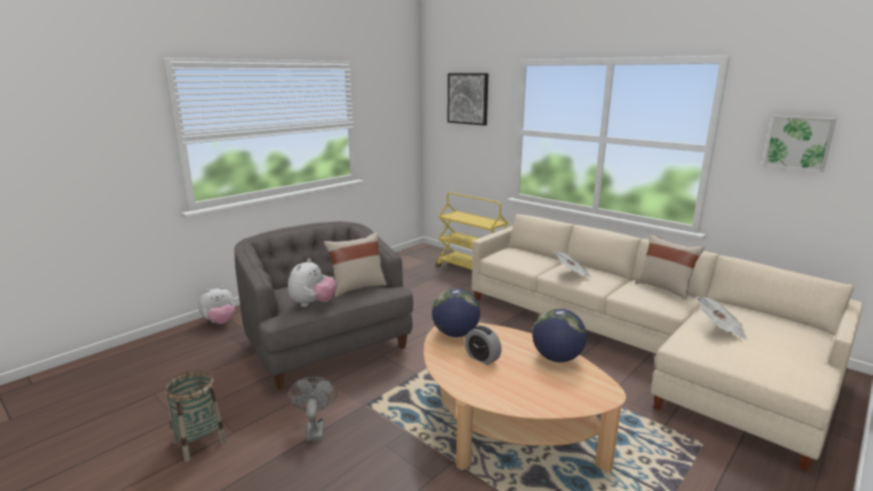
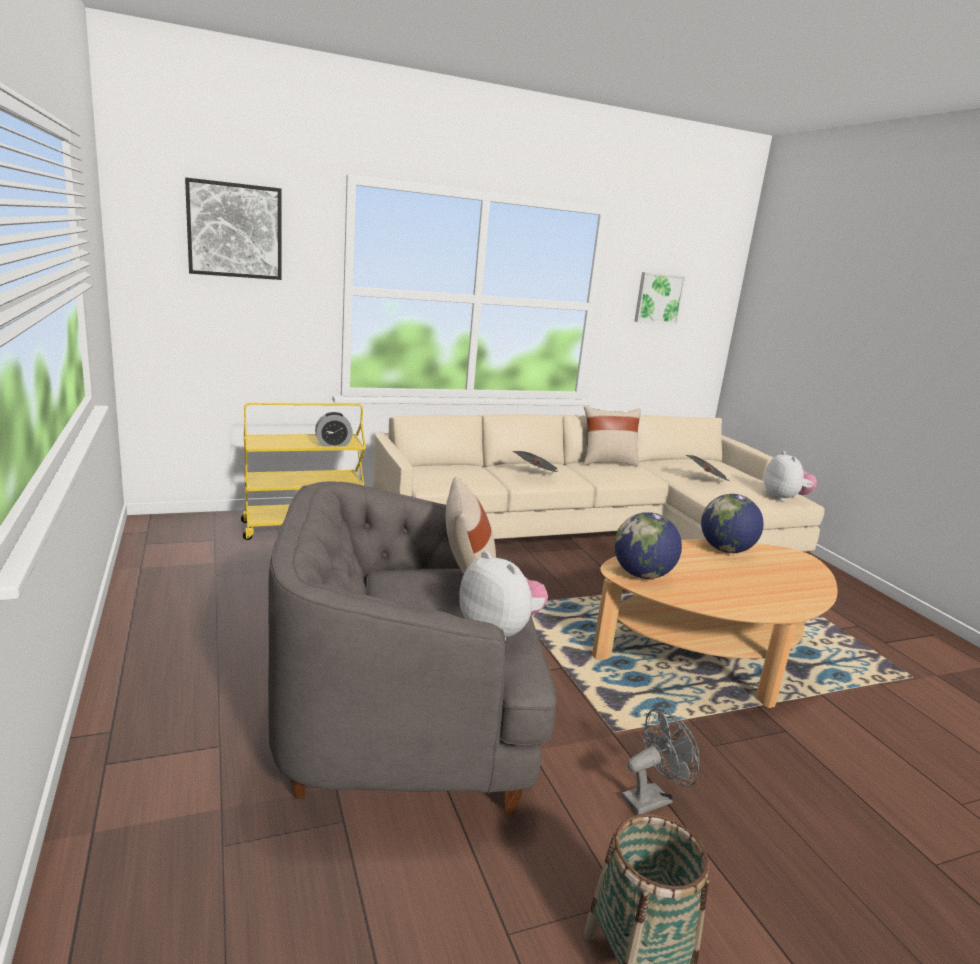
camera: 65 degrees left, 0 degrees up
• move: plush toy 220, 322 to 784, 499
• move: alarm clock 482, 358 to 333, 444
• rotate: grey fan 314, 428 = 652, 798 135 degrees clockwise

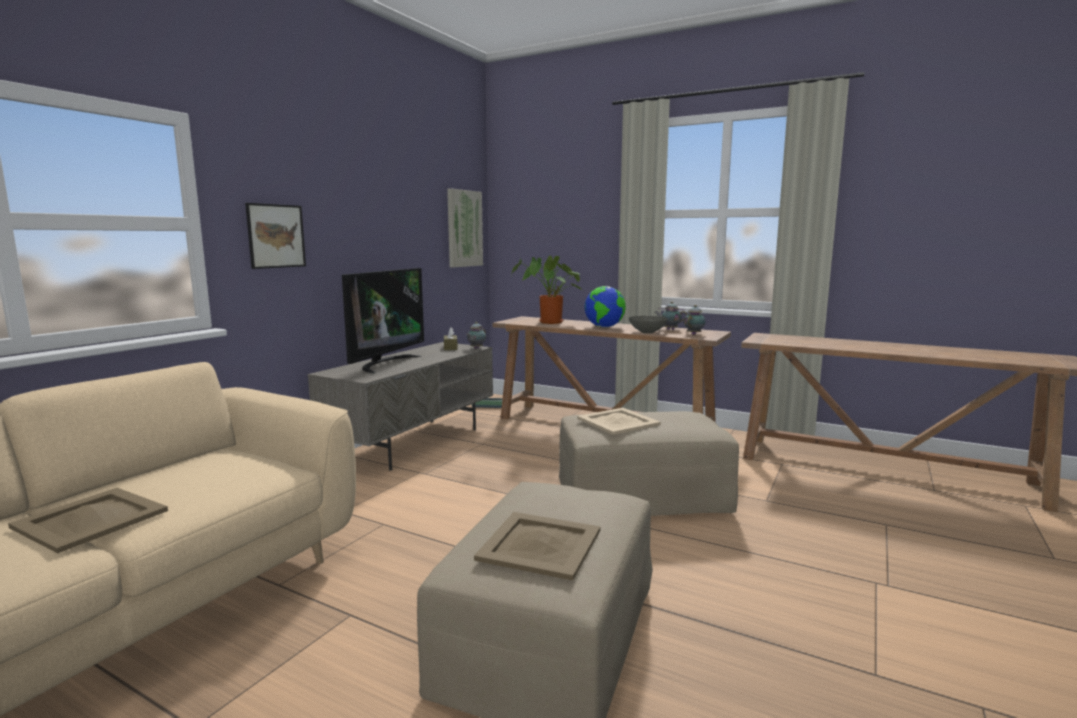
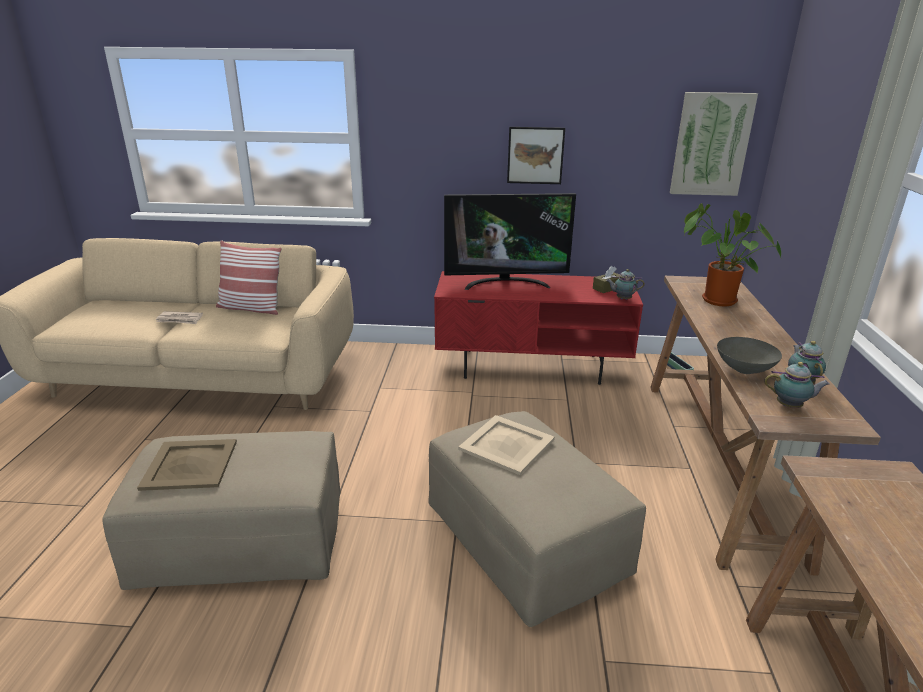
camera: 65 degrees right, 15 degrees up
• move: picture 276, 236 to 535, 155
• delete: globe 604, 327
• recolor: grey tv stand 413, 442 to red tv stand 532, 366
• replace: beige tray 91, 518 to newspaper 180, 319
• insert: pillow 251, 308

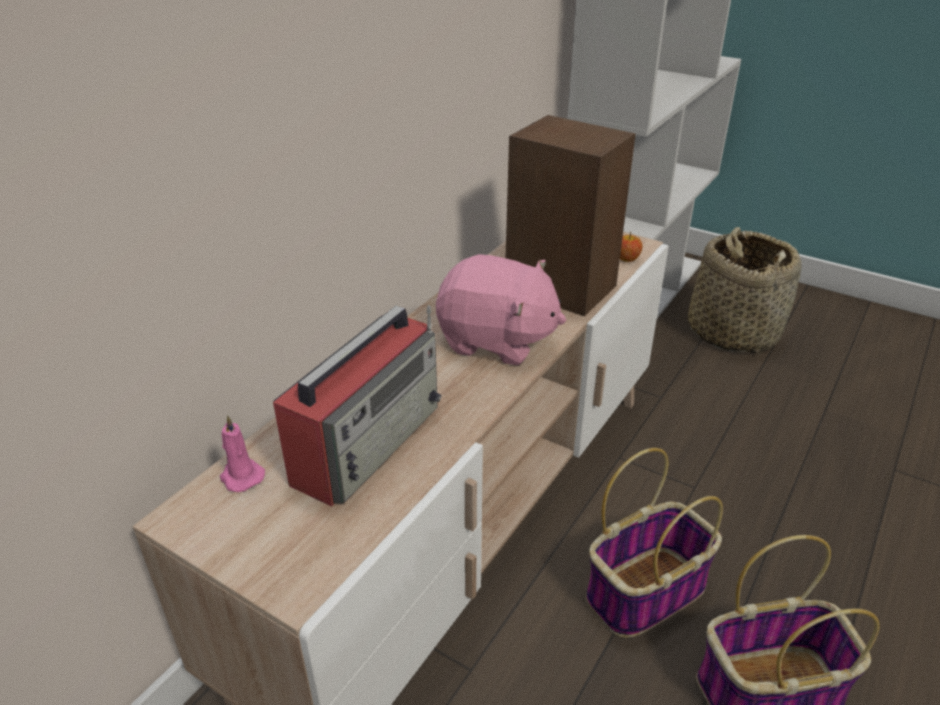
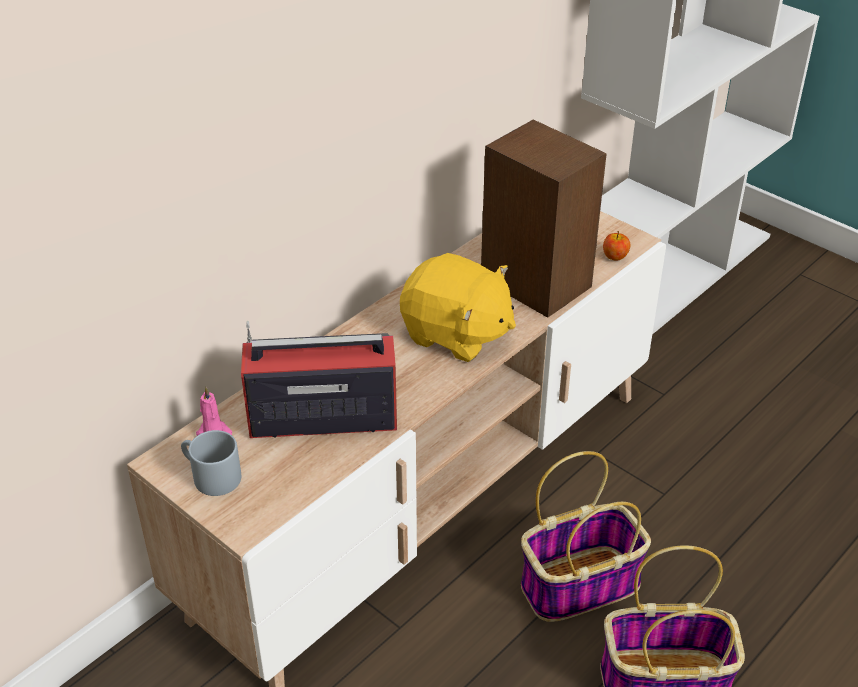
camera: 10 degrees right, 5 degrees up
• delete: basket 732, 331
• recolor: pink plush toy 496, 341 to yellow plush toy 456, 334
• rotate: radio 369, 441 = 321, 418 135 degrees counterclockwise
• insert: grey mug 210, 476

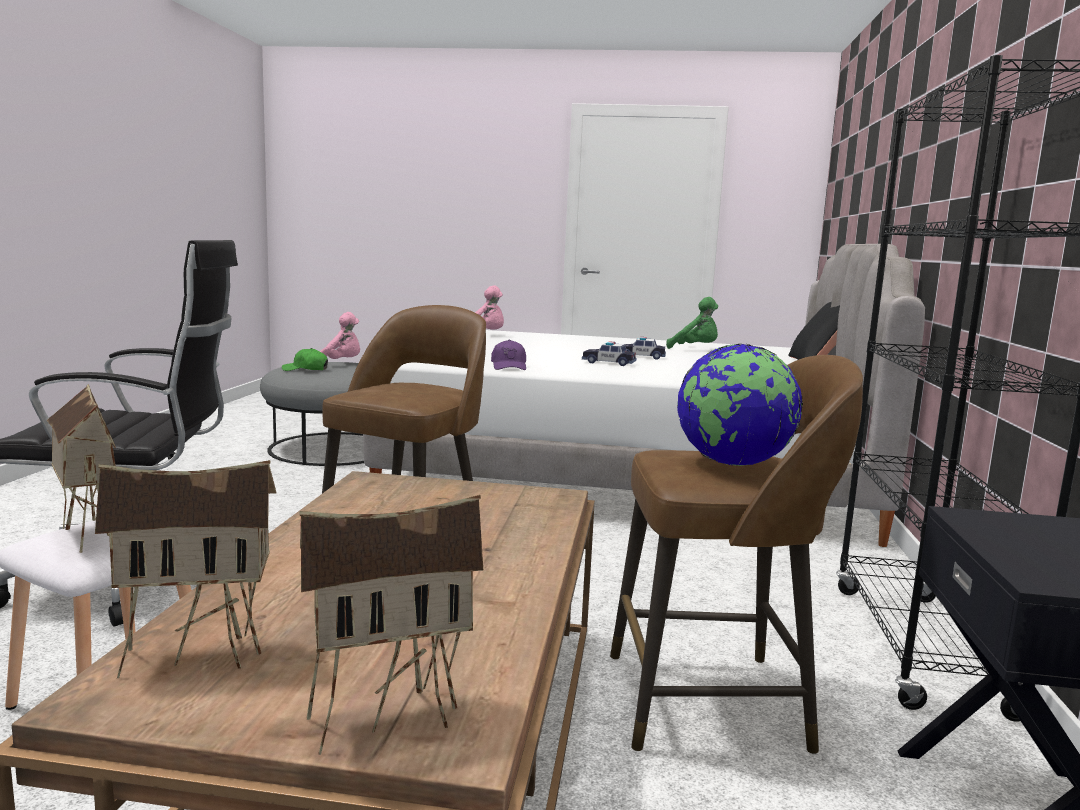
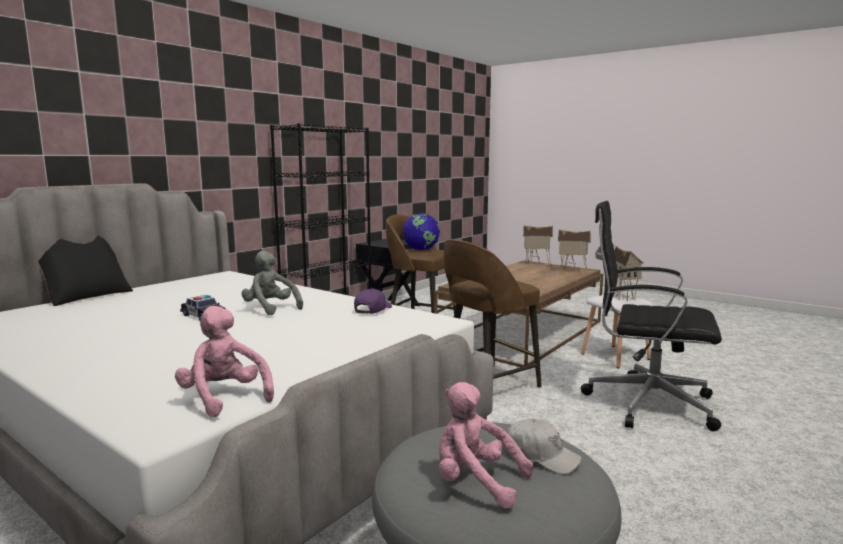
camera: 150 degrees left, 0 degrees up
• delete: green plush toy 695, 349
• replace: toy car 608, 363 to grey plush toy 270, 309
• recolor: green cap 305, 369 to white cap 541, 456

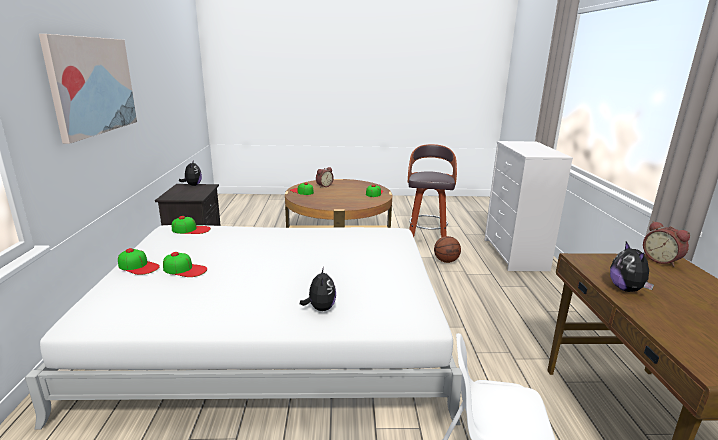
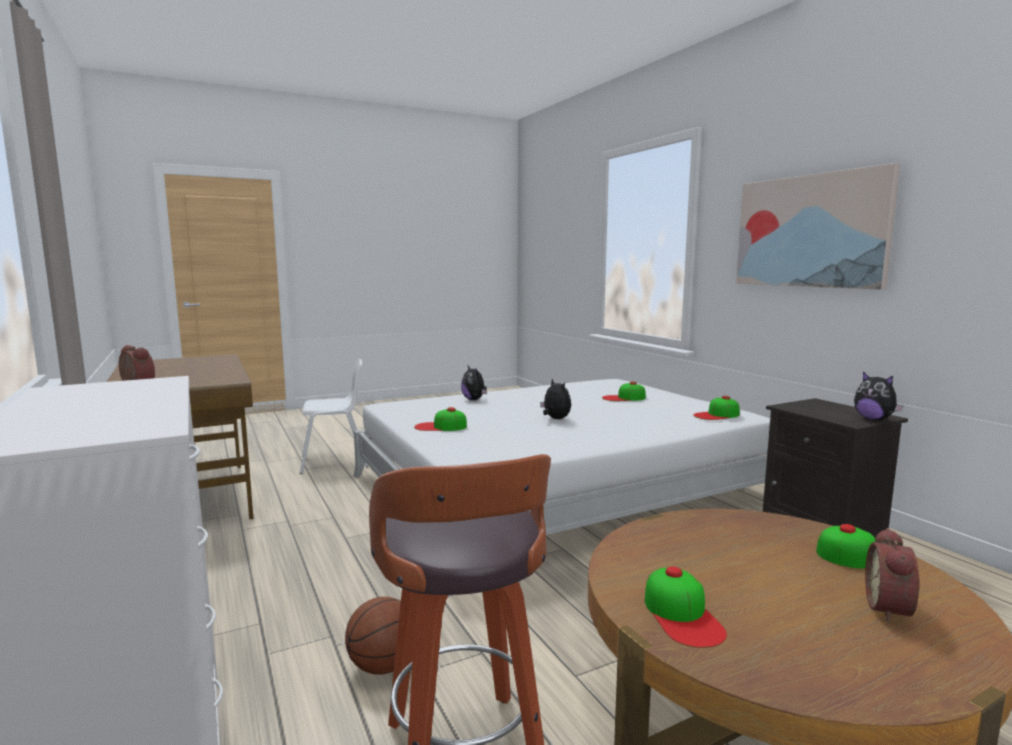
camera: 155 degrees right, 10 degrees down
• move: plush toy 627, 289 to 555, 419
• move: cap 138, 266 to 440, 426

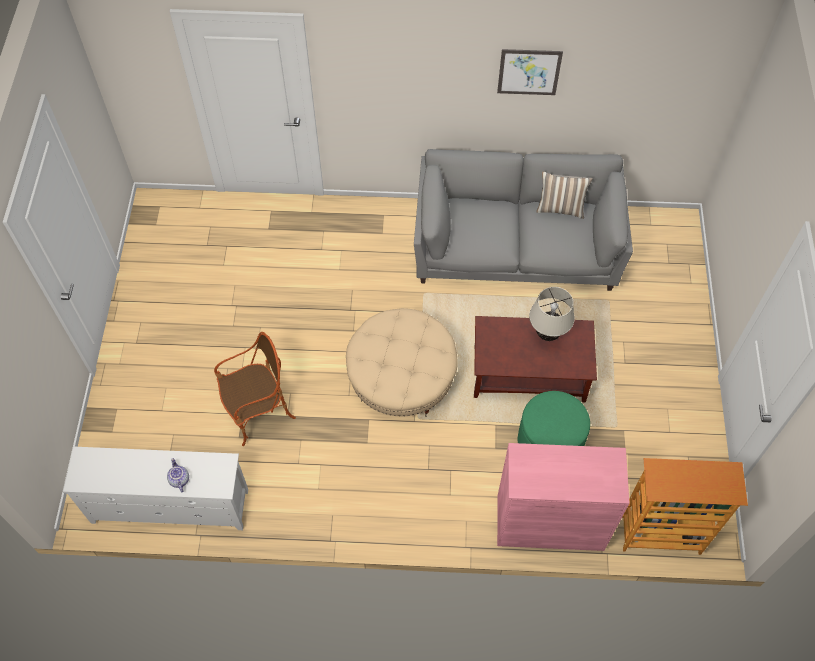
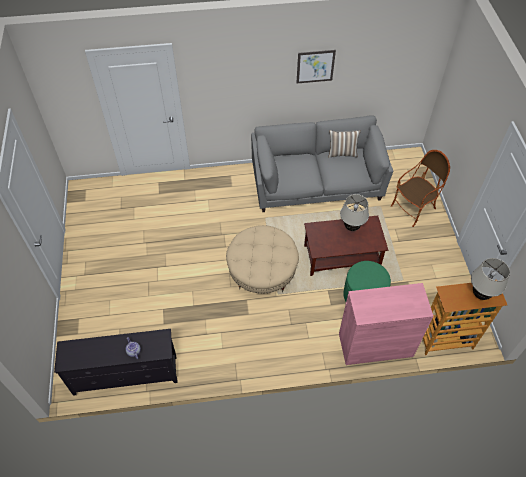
camera: 10 degrees left, 5 degrees down
• move: armchair 259, 413 to 413, 209
• recolor: white tv stand 170, 507 to black tv stand 125, 375
• insert: beige table lamp 480, 294

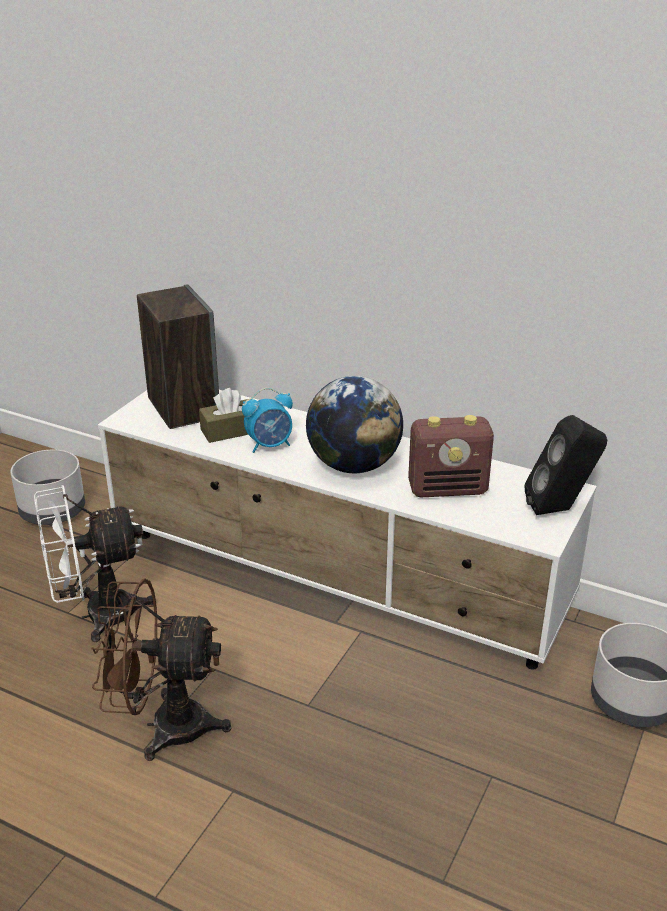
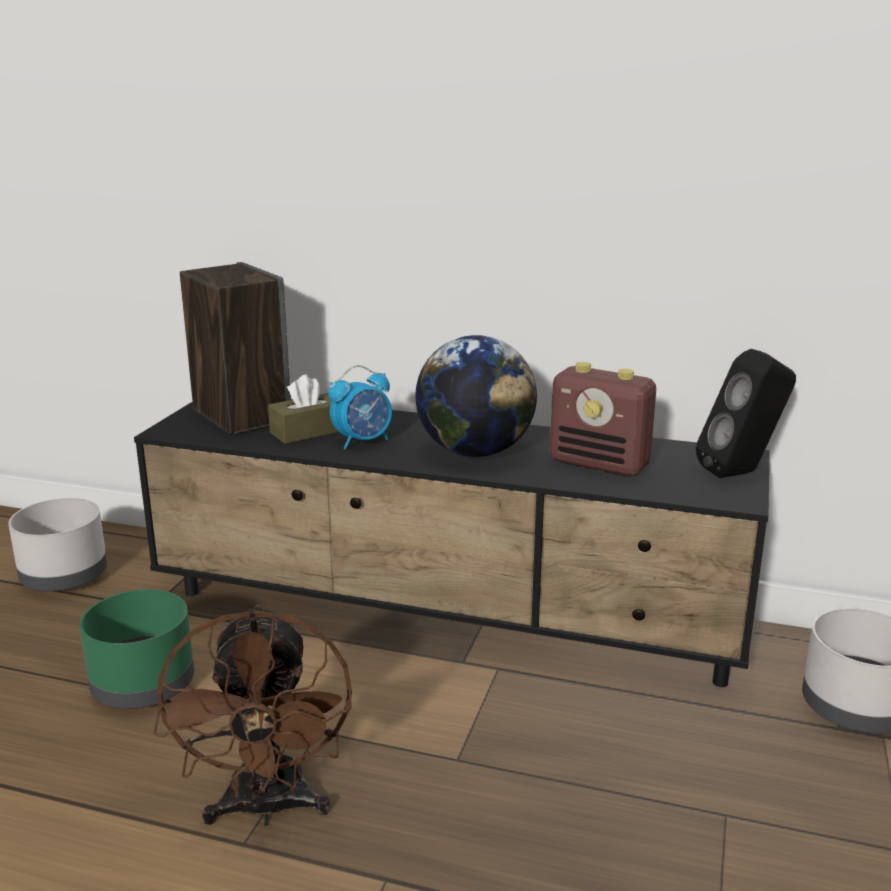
camera: 10 degrees left, 10 degrees down
• recolor: white tv stand 336, 581 to black tv stand 448, 618
• rotate: radio 448, 489 = 600, 465 45 degrees clockwise
• replace: white fan 97, 615 to green planter 144, 686
• rotate: brown fan 164, 726 = 267, 809 90 degrees counterclockwise

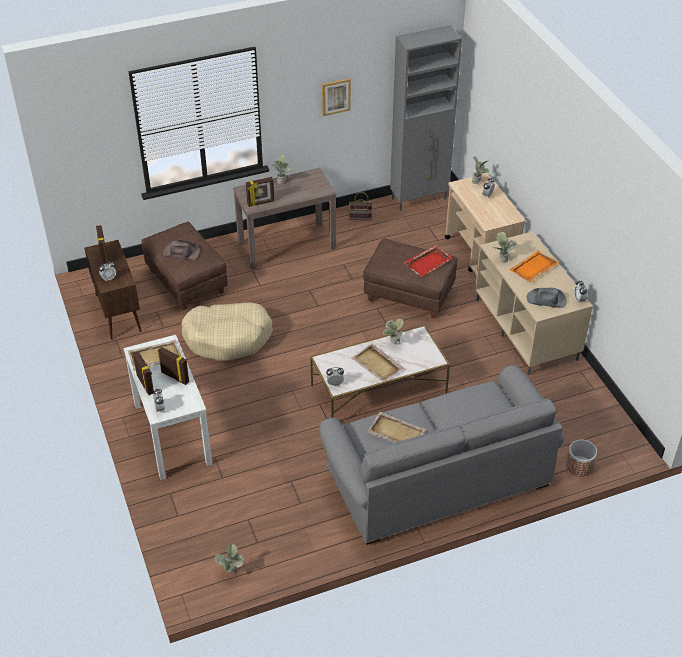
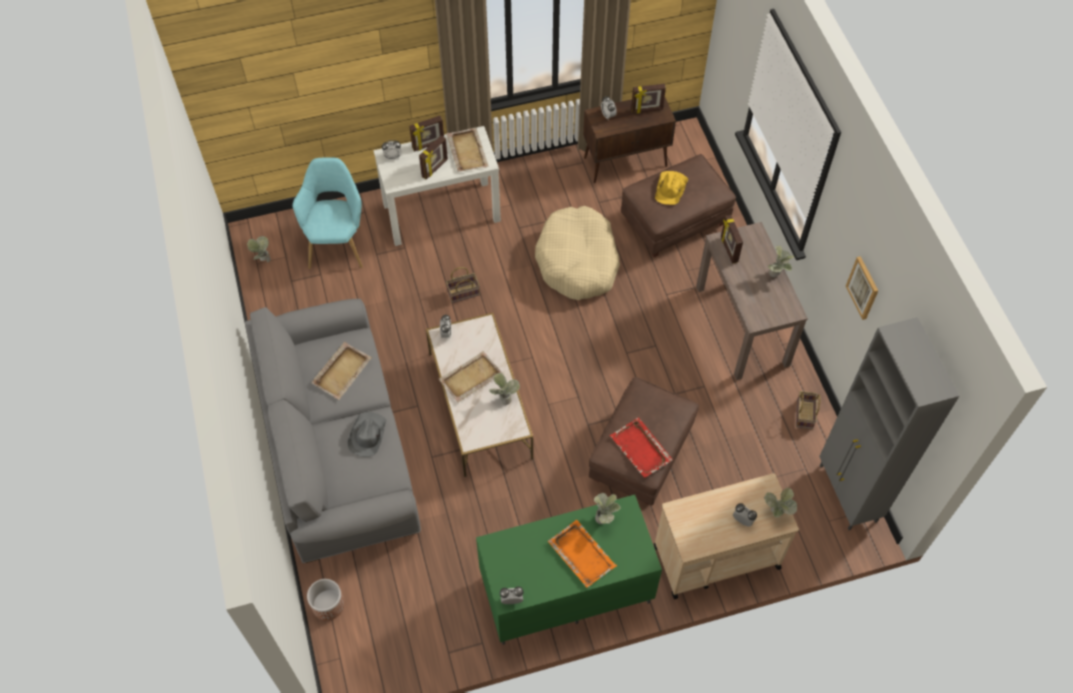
camera: 95 degrees right, 15 degrees up
• recolor: beige tv stand 527, 330 to green tv stand 565, 591
• recolor: brown hat 181, 252 to yellow hat 671, 188
• move: grey hat 546, 300 to 367, 435
• insert: turquoise armchair 337, 243
• insert: basket 464, 292

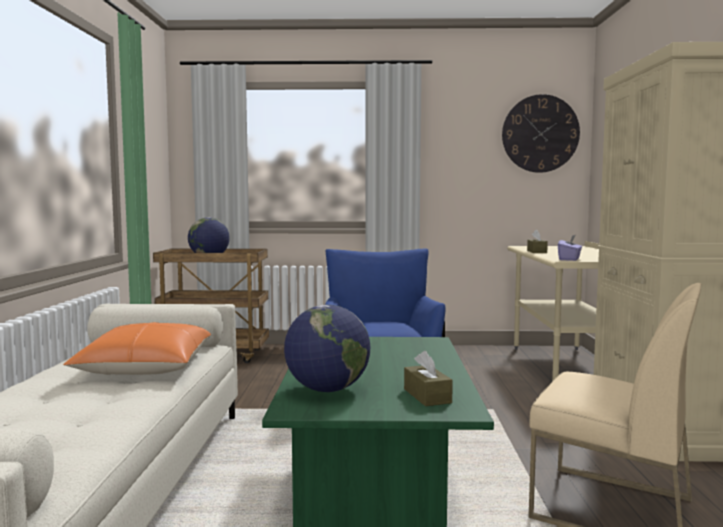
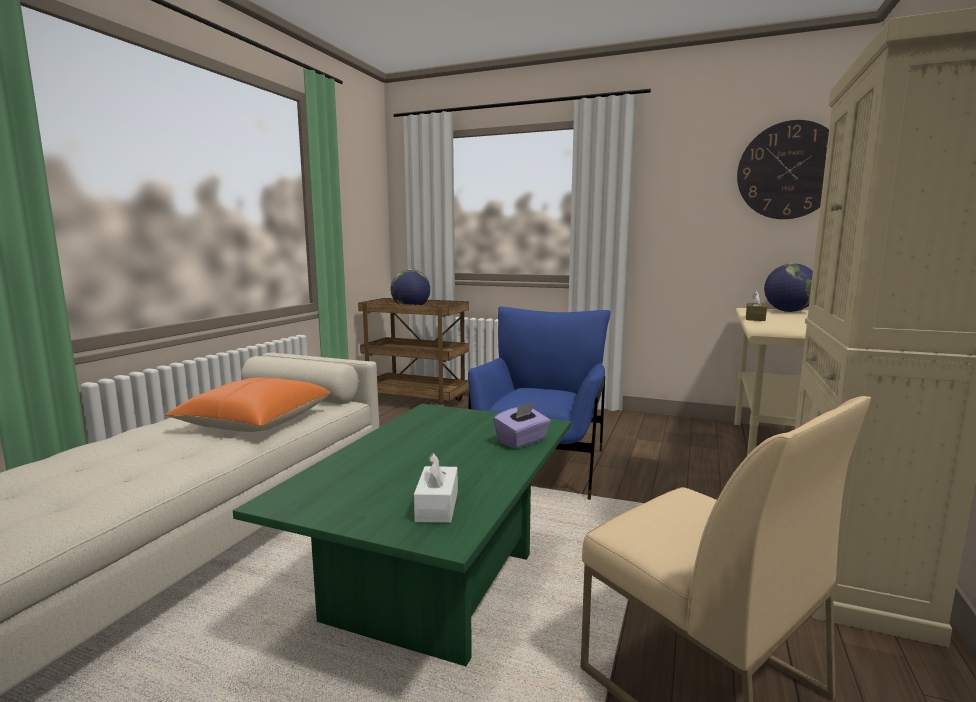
camera: 20 degrees right, 5 degrees up
• move: purple tissue box 569, 259 to 522, 441
• move: globe 327, 390 to 788, 311
• recolor: brown tissue box 427, 396 to white tissue box 437, 506

